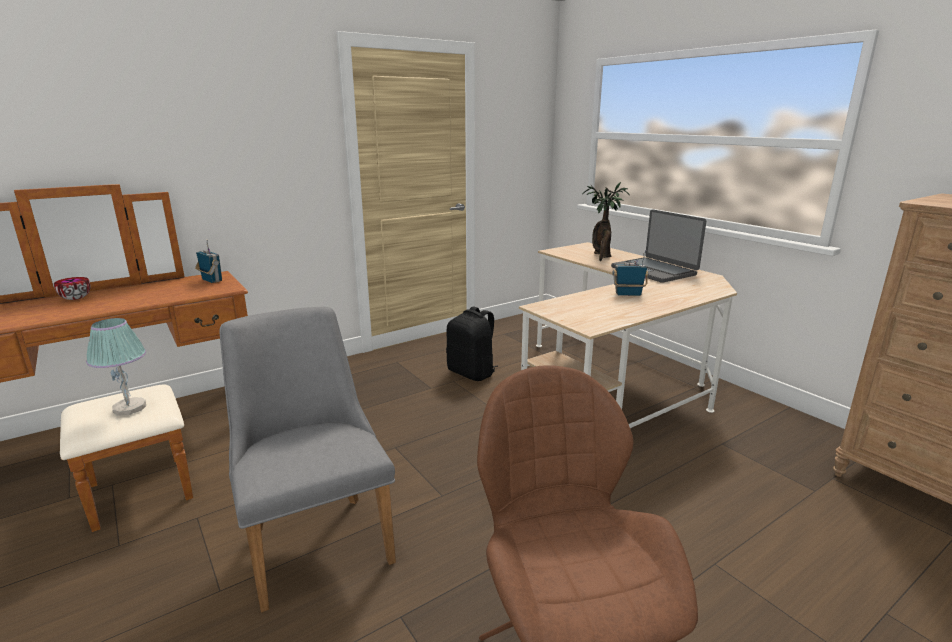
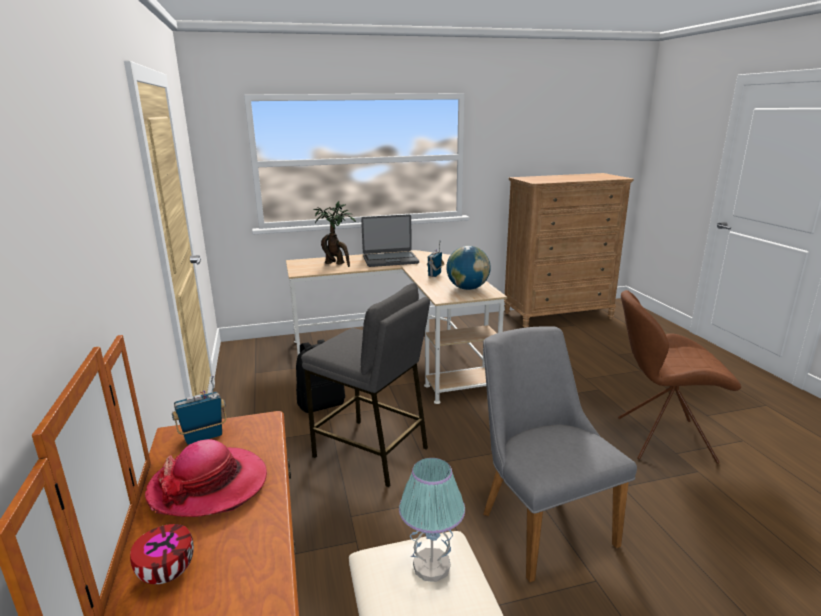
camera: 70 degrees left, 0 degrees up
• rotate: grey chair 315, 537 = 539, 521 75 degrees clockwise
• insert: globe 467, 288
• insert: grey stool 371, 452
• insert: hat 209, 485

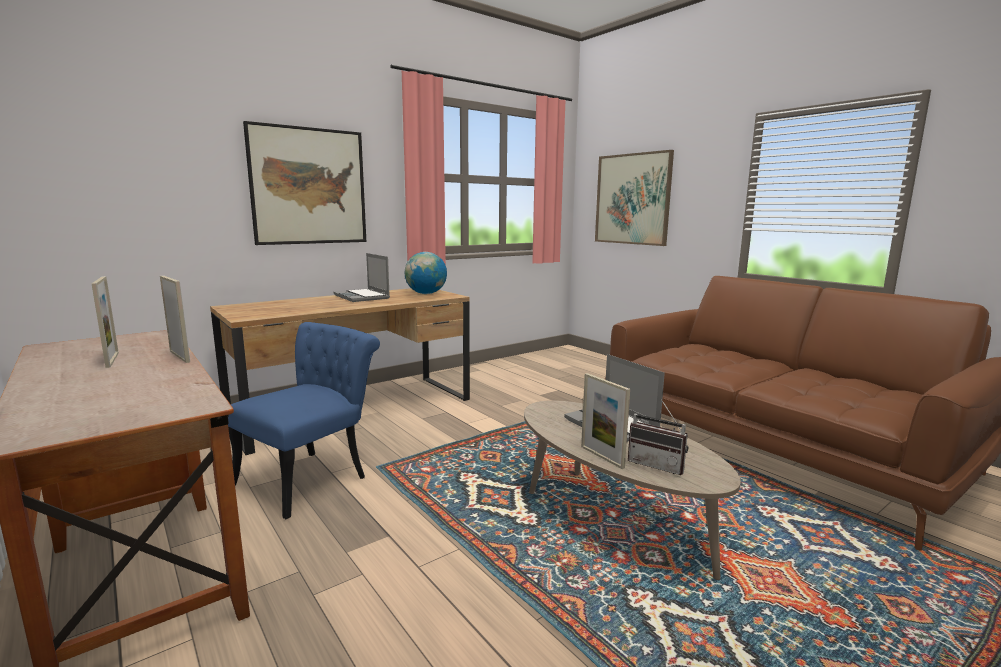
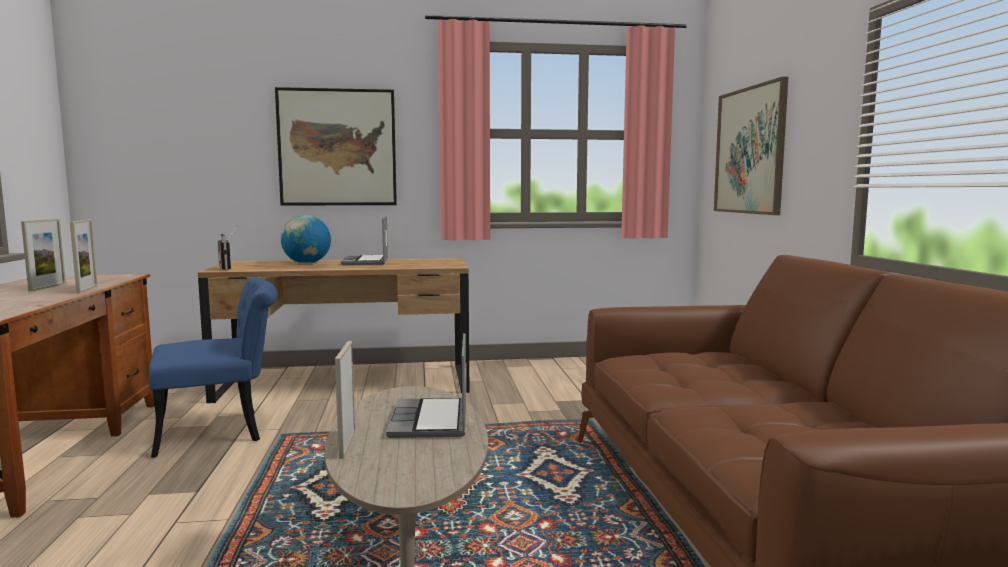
camera: 30 degrees right, 5 degrees down
• move: globe 426, 293 to 306, 263
• move: radio 658, 464 to 230, 268

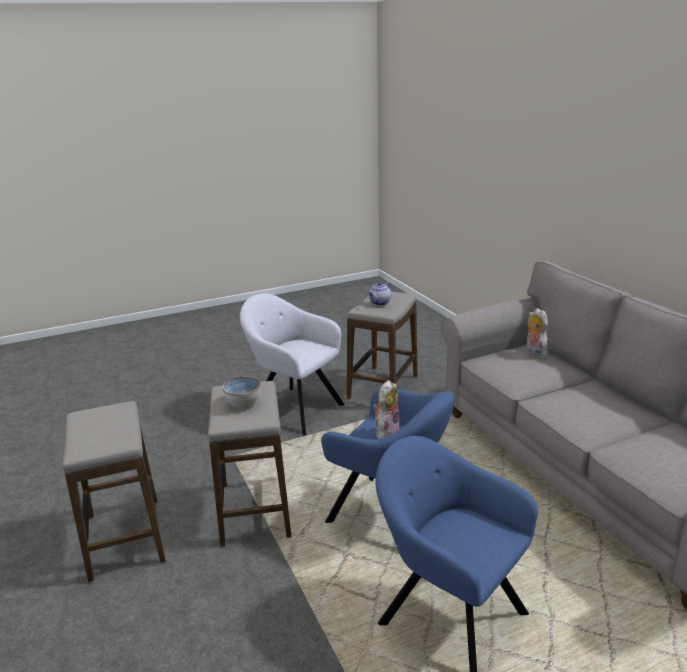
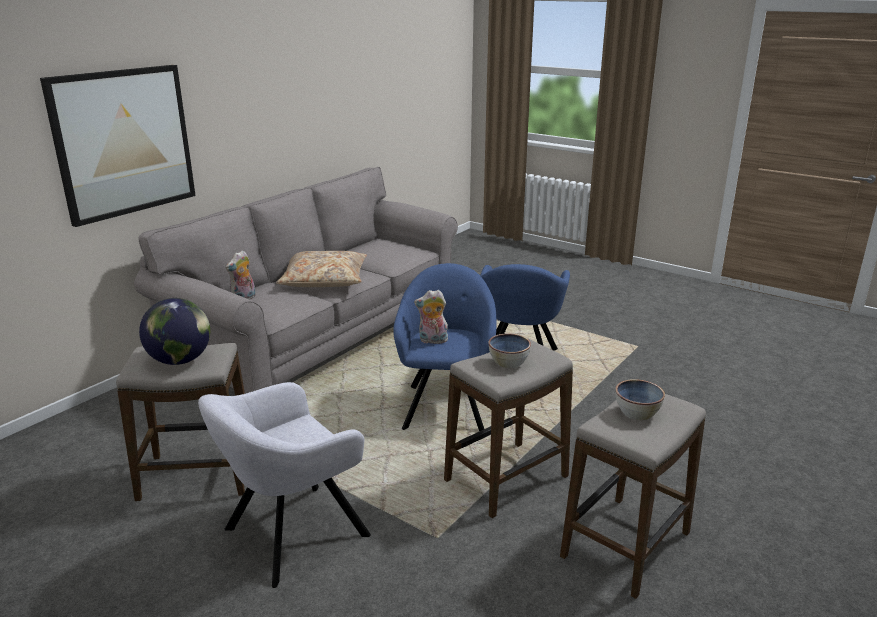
camera: 120 degrees left, 0 degrees up
• replace: teapot 379, 303 to globe 180, 360
• rotate: grey armchair 293, 408 = 291, 534 45 degrees clockwise
• insert: picture 123, 142
• insert: beige pillow 324, 280
• insert: bowl 637, 412

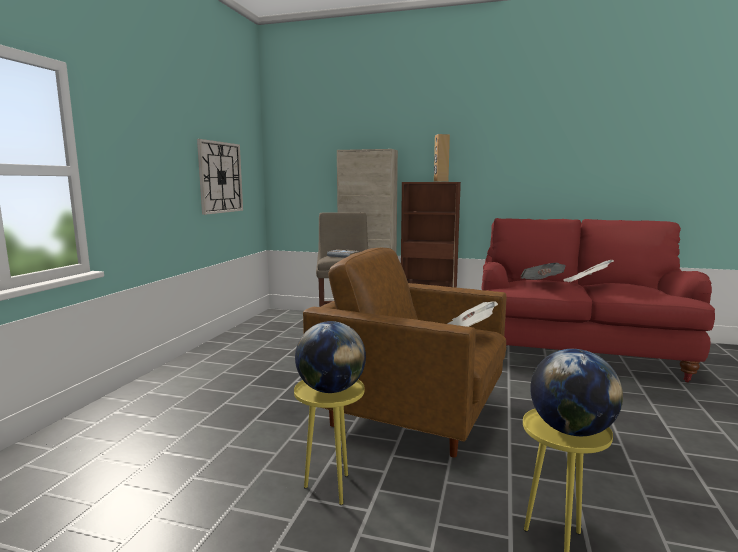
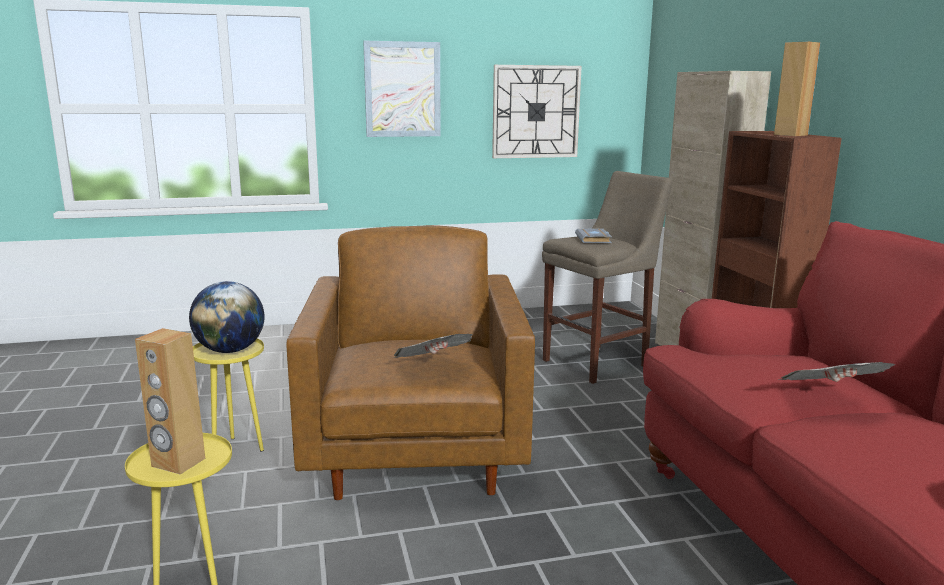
camera: 60 degrees right, 5 degrees up
• delete: newspaper 541, 283
• replace: globe 571, 430 to brown speaker 178, 462
• insert: picture 402, 89

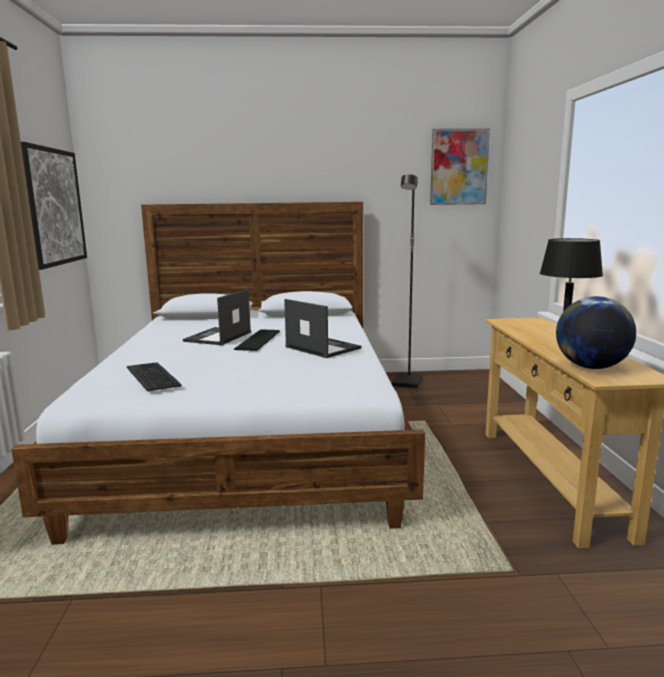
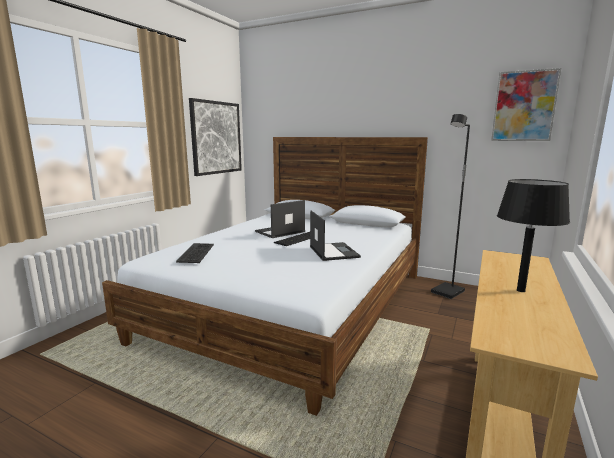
camera: 30 degrees right, 0 degrees up
• delete: globe 591, 367

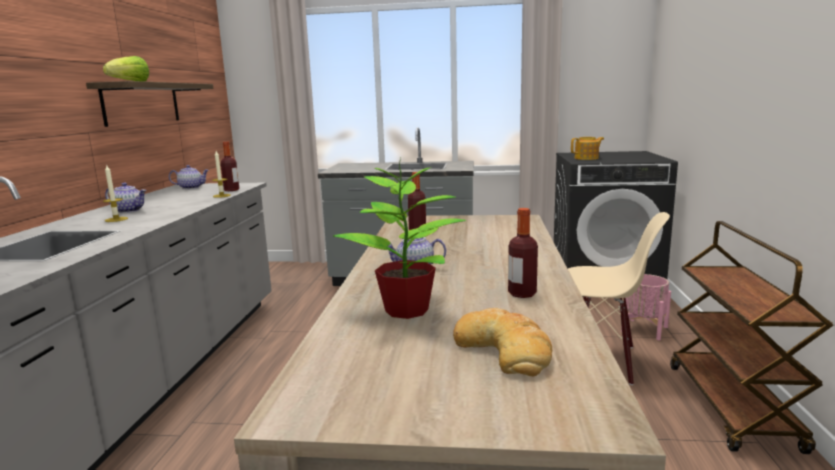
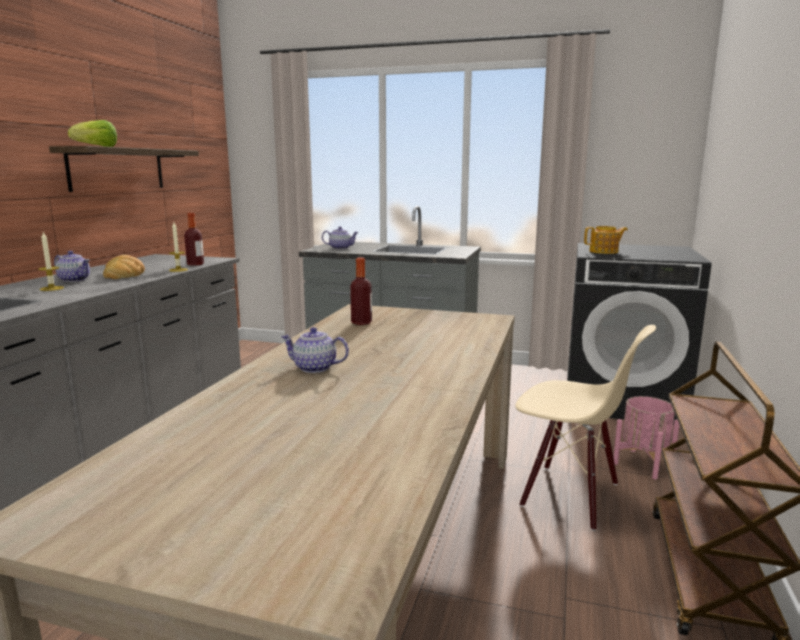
camera: 10 degrees right, 0 degrees up
• delete: potted plant 408, 310
• move: teapot 191, 187 to 340, 248
• delete: bottle 522, 294
• move: bread 504, 349 to 124, 274

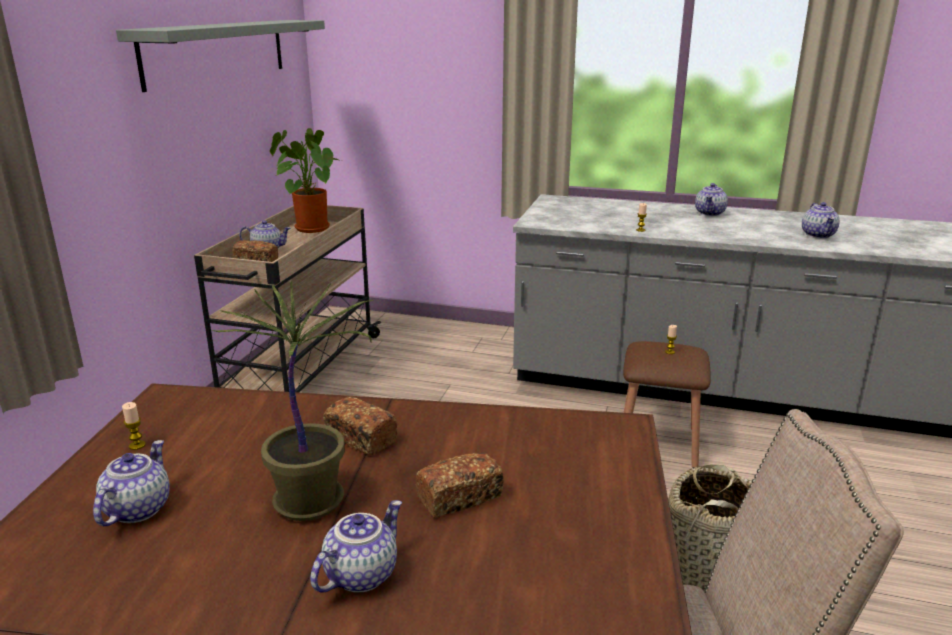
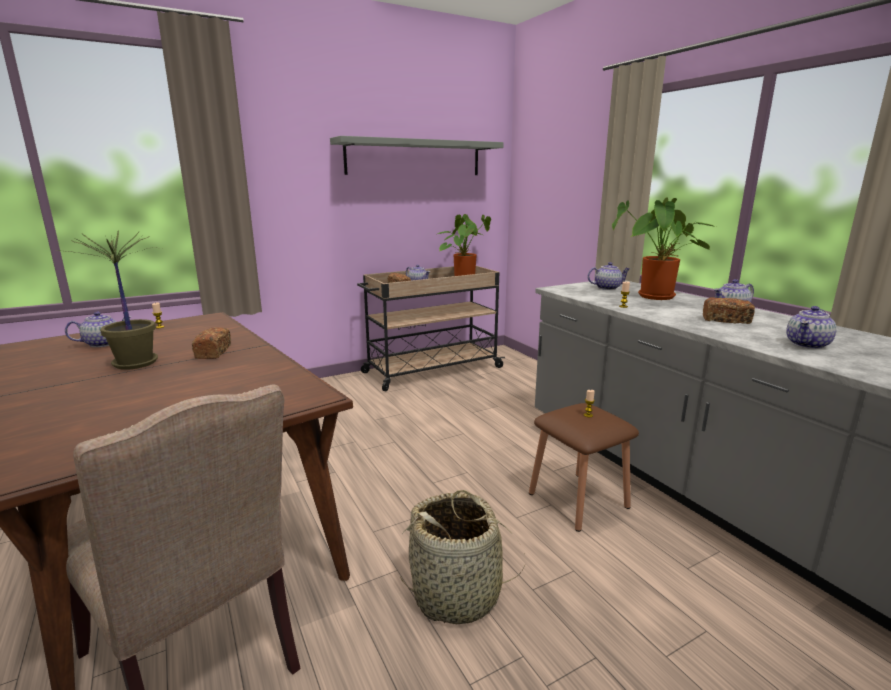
camera: 45 degrees right, 5 degrees down
• move: bread 459, 498 to 726, 320
• move: teapot 360, 574 to 607, 288
• insert: potted plant 656, 297

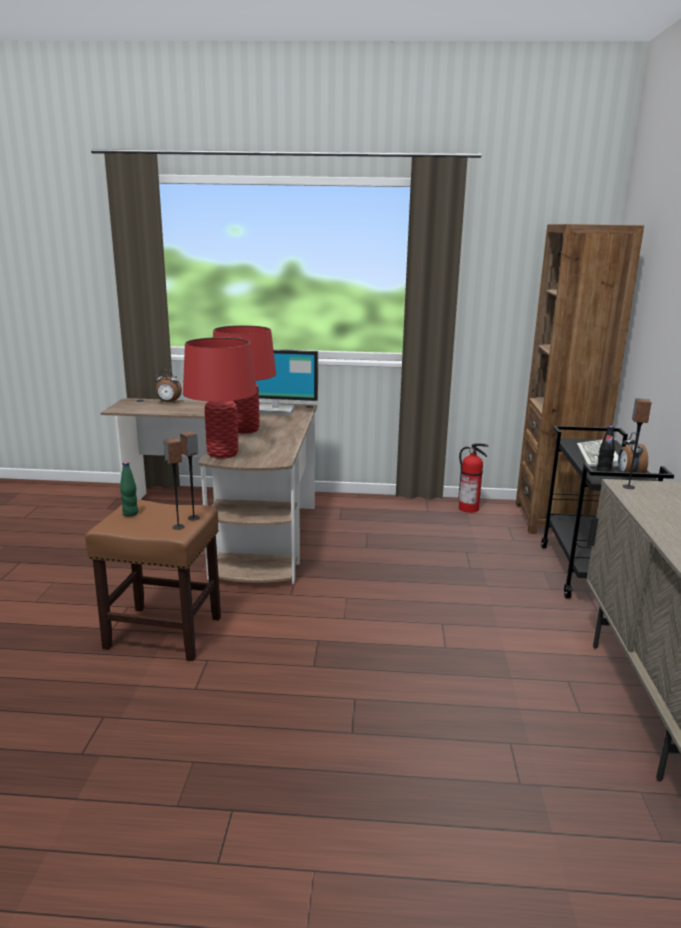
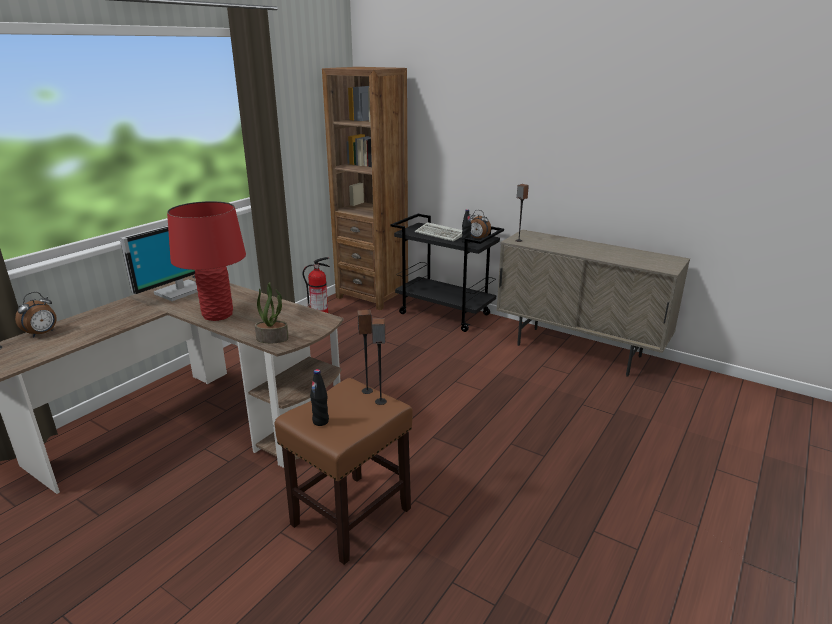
camera: 60 degrees left, 5 degrees up
• replace: red table lamp 222, 454 to potted plant 273, 338
• recolor: green bottle 130, 513 to black bottle 320, 421

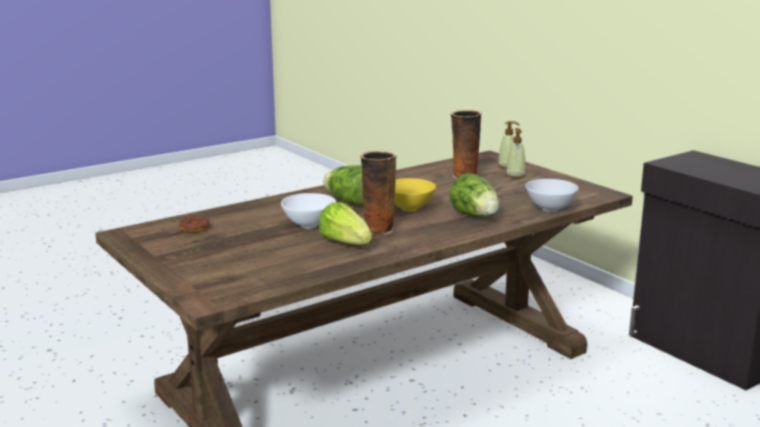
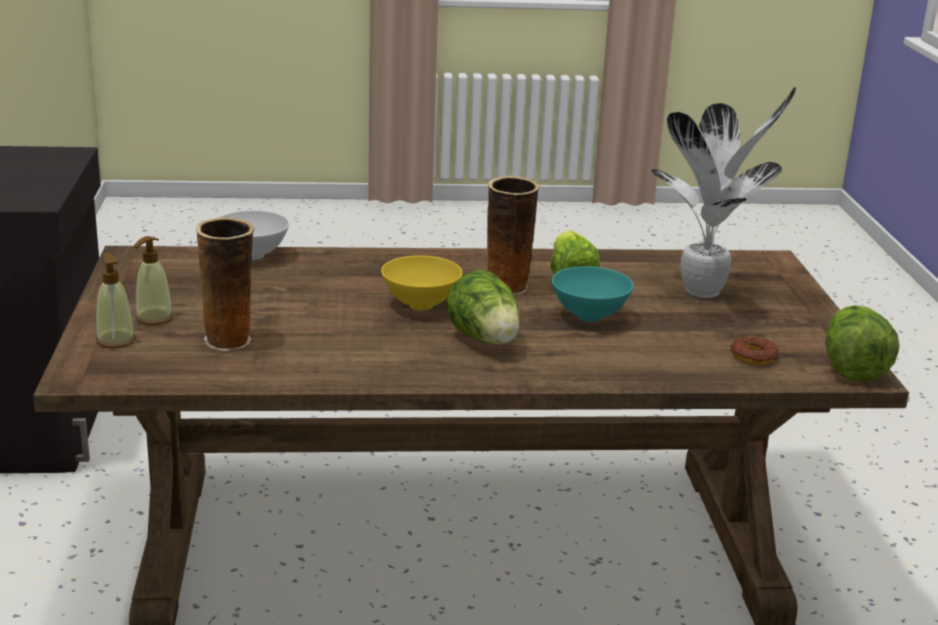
camera: 150 degrees left, 5 degrees up
• move: lettuce 475, 216 to 852, 368
• recolor: white bowl 309, 225 to turquoise bowl 588, 316
• insert: potted plant 706, 292

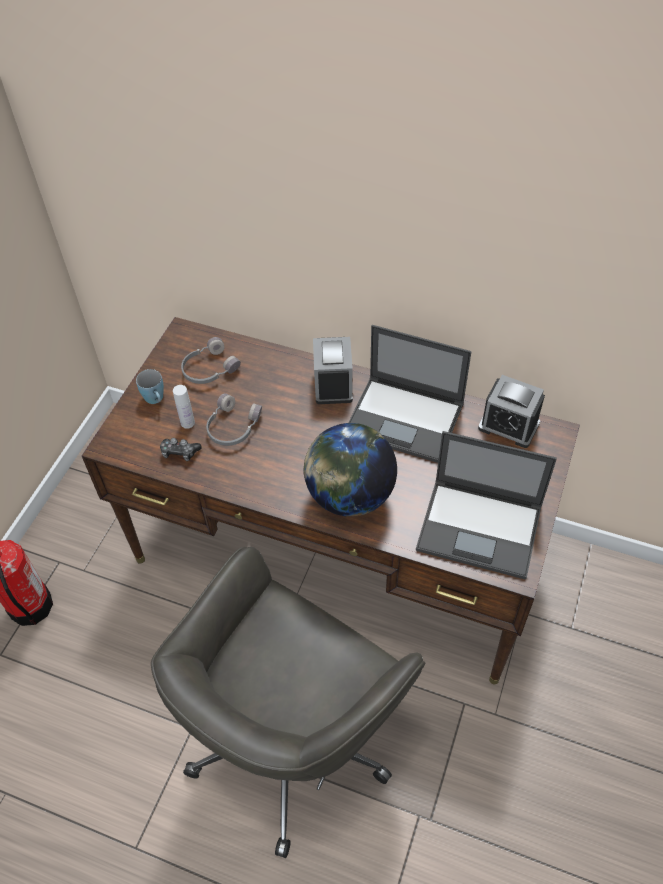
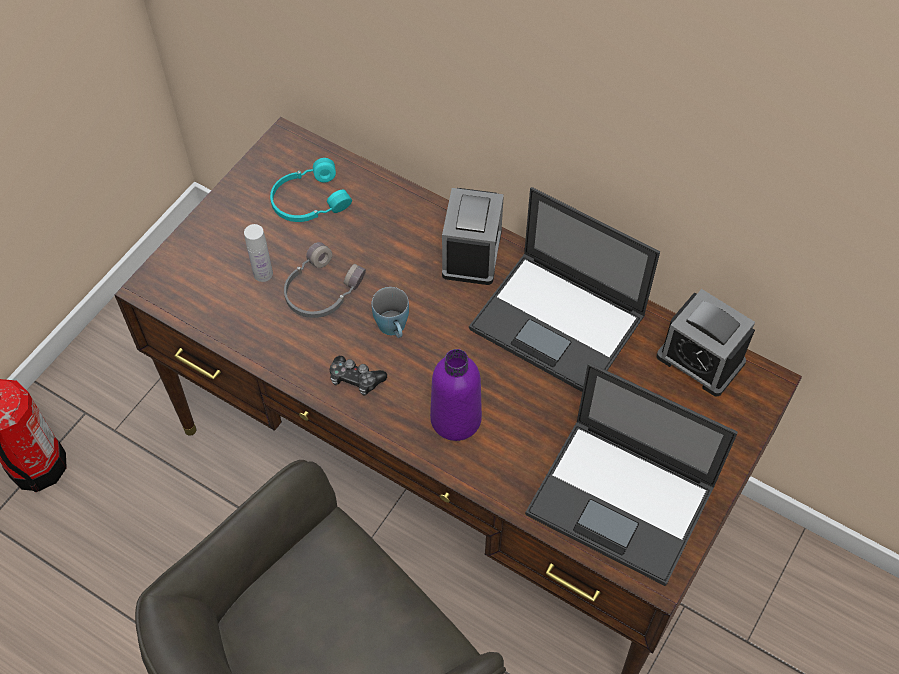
camera: 10 degrees right, 5 degrees up
• recolor: grey headphones 208, 368 to turquoise headphones 308, 200
• move: blue mug 156, 400 to 394, 329
• replace: globe 350, 495 to purple bottle 455, 419
• move: game controller 179, 452 to 355, 379

